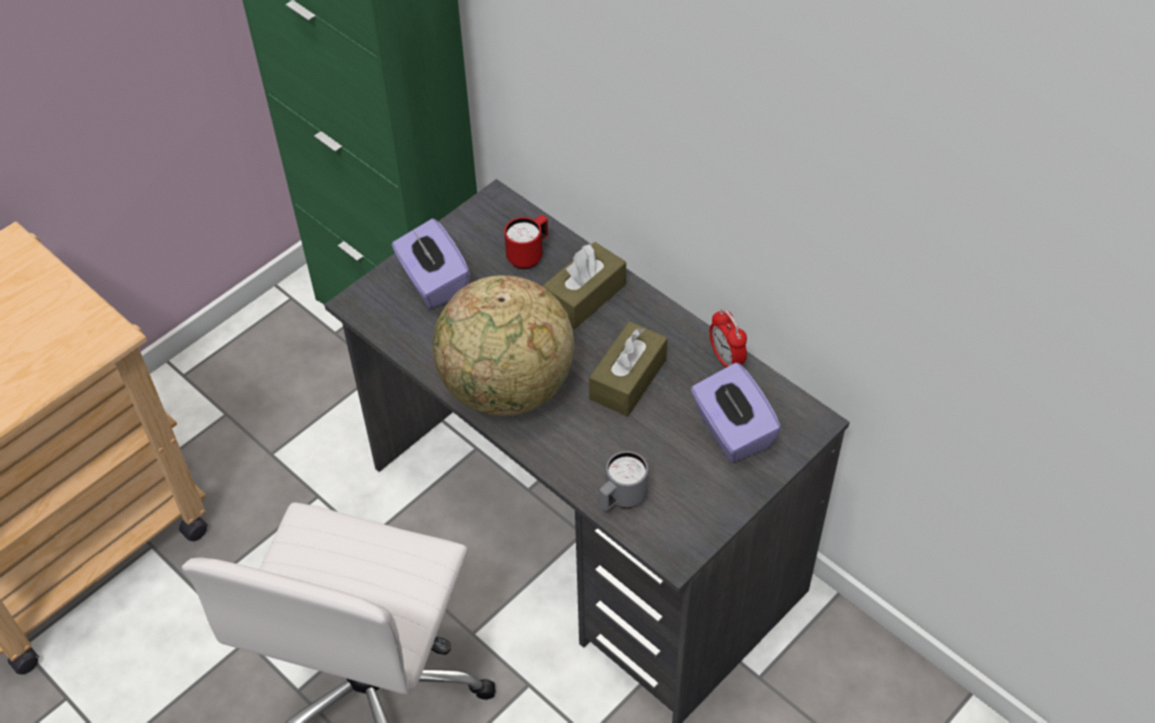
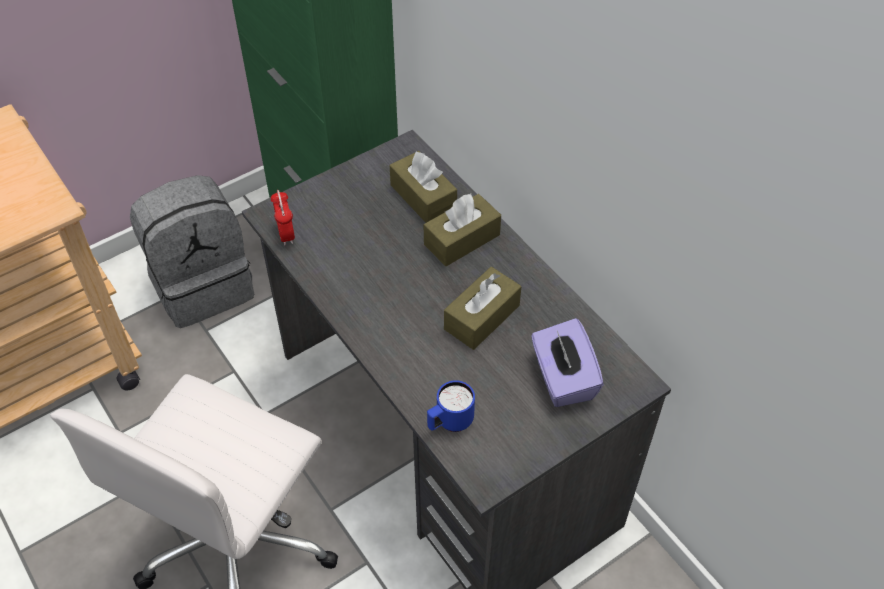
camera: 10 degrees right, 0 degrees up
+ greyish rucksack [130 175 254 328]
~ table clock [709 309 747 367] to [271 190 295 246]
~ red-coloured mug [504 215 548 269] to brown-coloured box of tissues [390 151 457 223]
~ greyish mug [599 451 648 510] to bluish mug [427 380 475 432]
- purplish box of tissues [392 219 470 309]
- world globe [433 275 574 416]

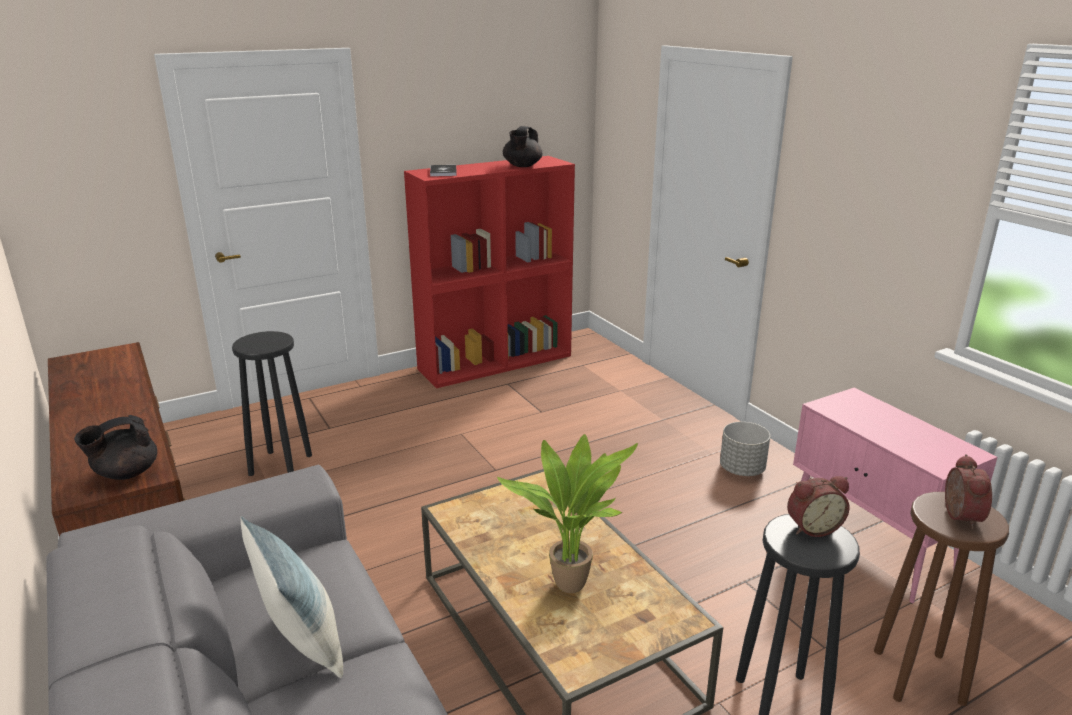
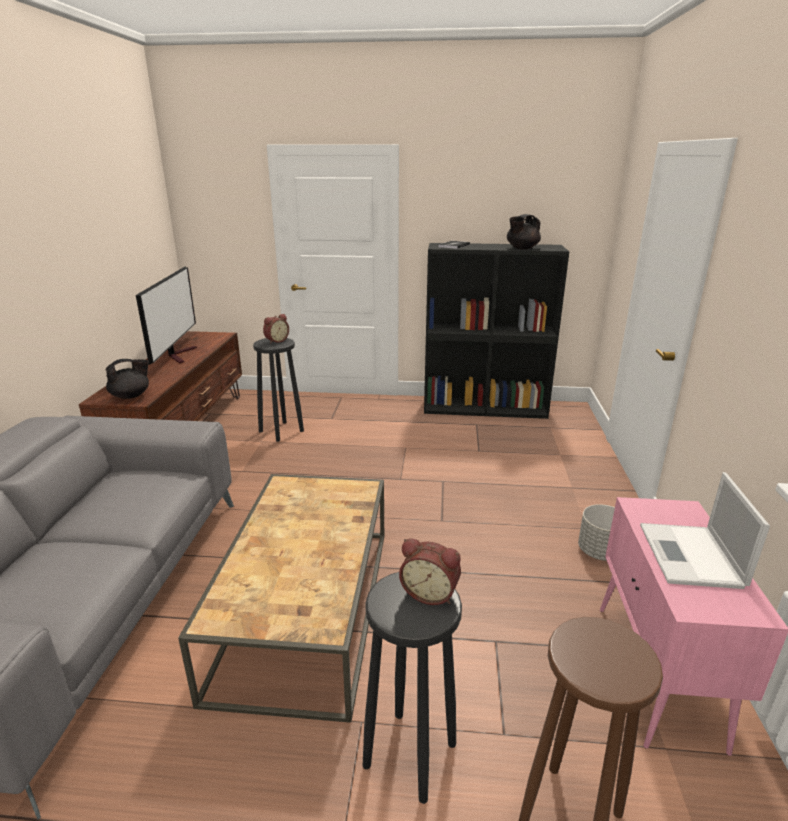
camera: 35 degrees right, 0 degrees up
~ black teapot [74 415 157 480] = [106 359 149 399] 150 degrees clockwise
+ TV [136 267 197 365]
~ table clock [945 454 992 529] to [263 314 289 344]
~ red-coloured shelving unit [404 156 575 388] to black shelving unit [424 243 569 419]
+ portable computer [640 472 770 589]
- pillow [241 516 343 678]
- plant in a pot [497 434 638 593]

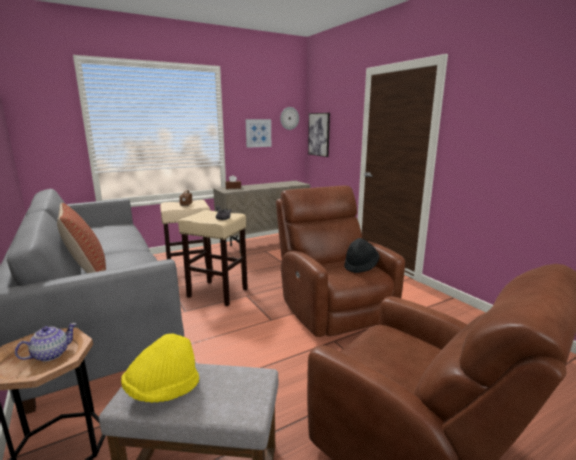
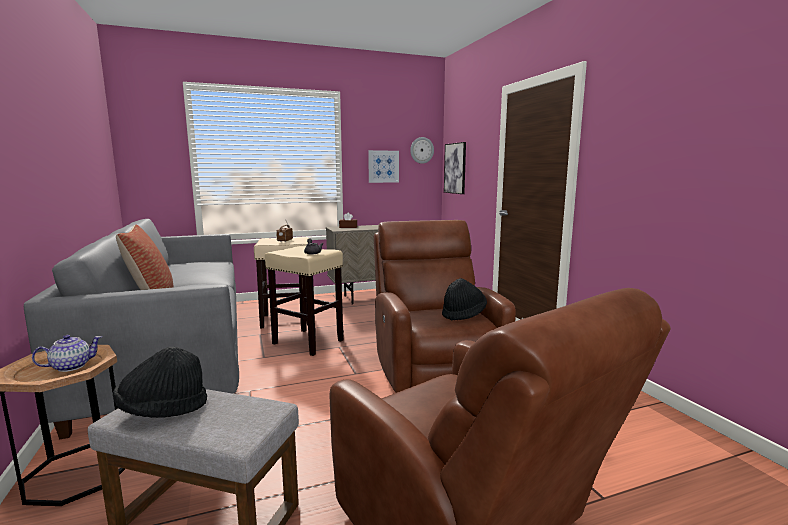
camera: 10 degrees right, 5 degrees down
~ yellowish clothing hat [121 333 199 403] to black clothing hat [113 346 207 418]

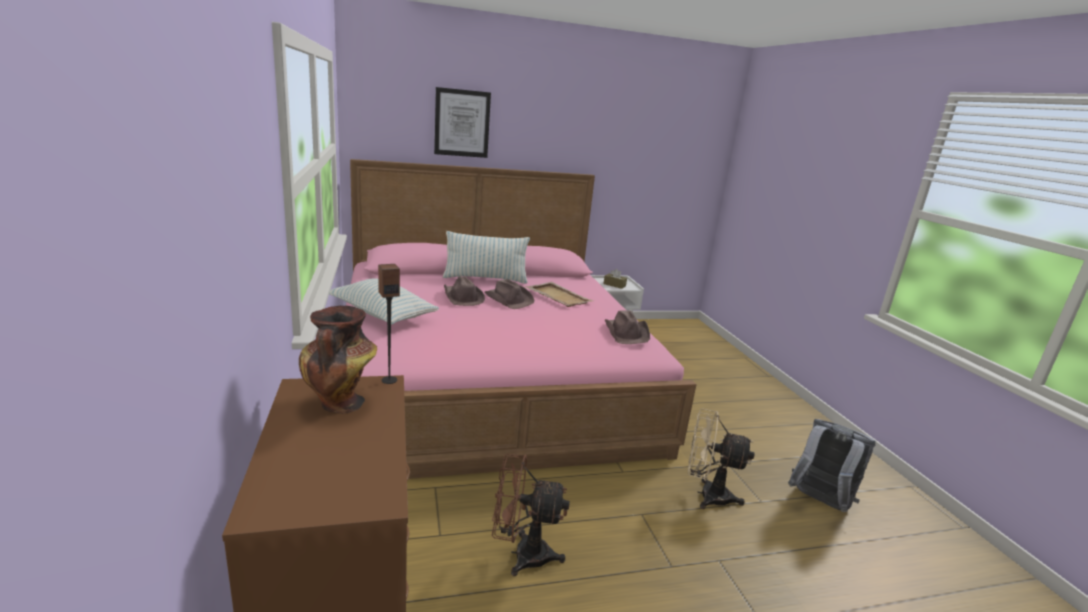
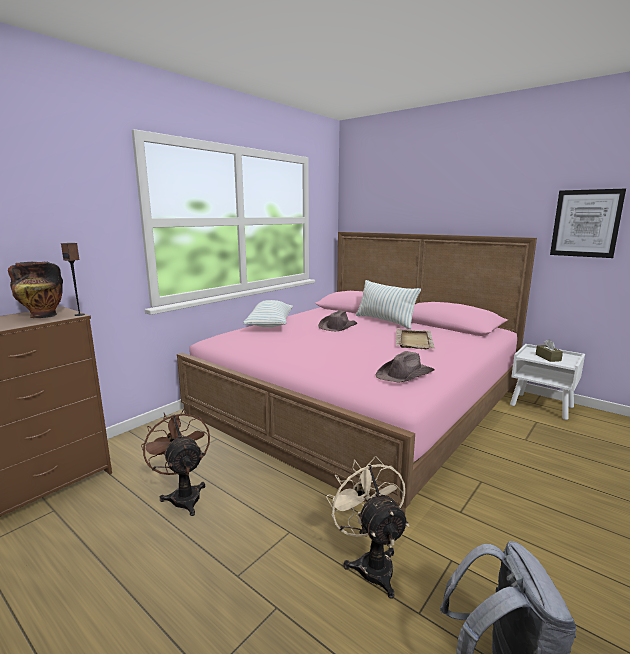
camera: 55 degrees right, 5 degrees down
~ wall picture [434 87 491 158] to [550 188 626 258]
- brown-coloured clothing hat [484 279 534 309]

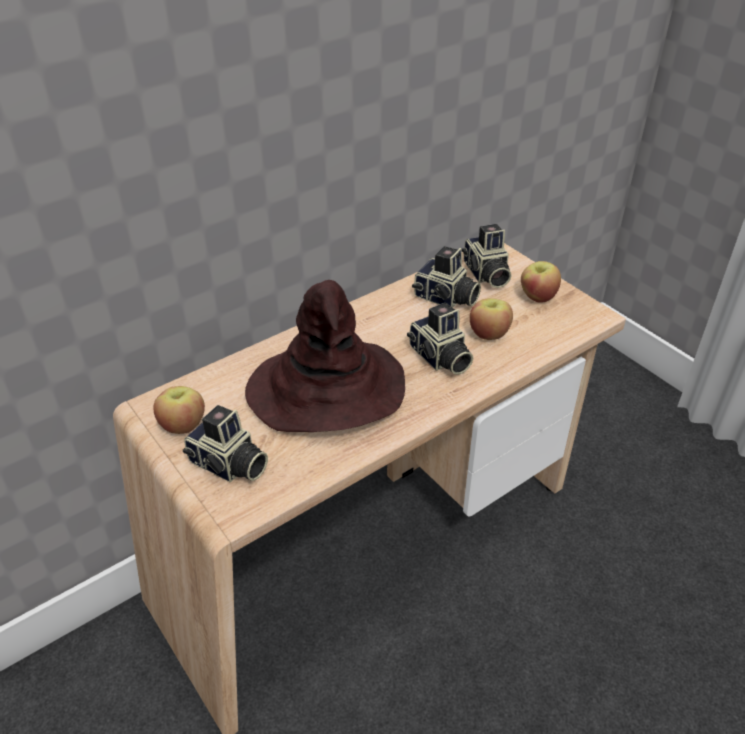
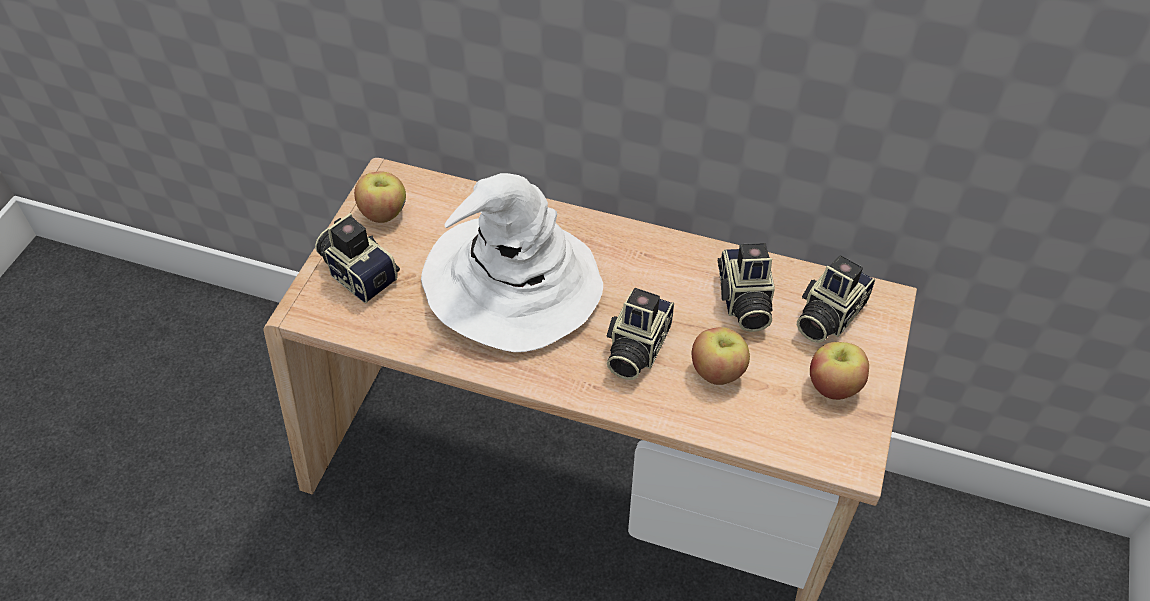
camera: 55 degrees right, 10 degrees up
~ photo camera [183 405 268 482] = [315 213 400 304] 135 degrees clockwise
~ brown-coloured clothing hat [245 280 405 432] to white-coloured clothing hat [421 173 603 352]

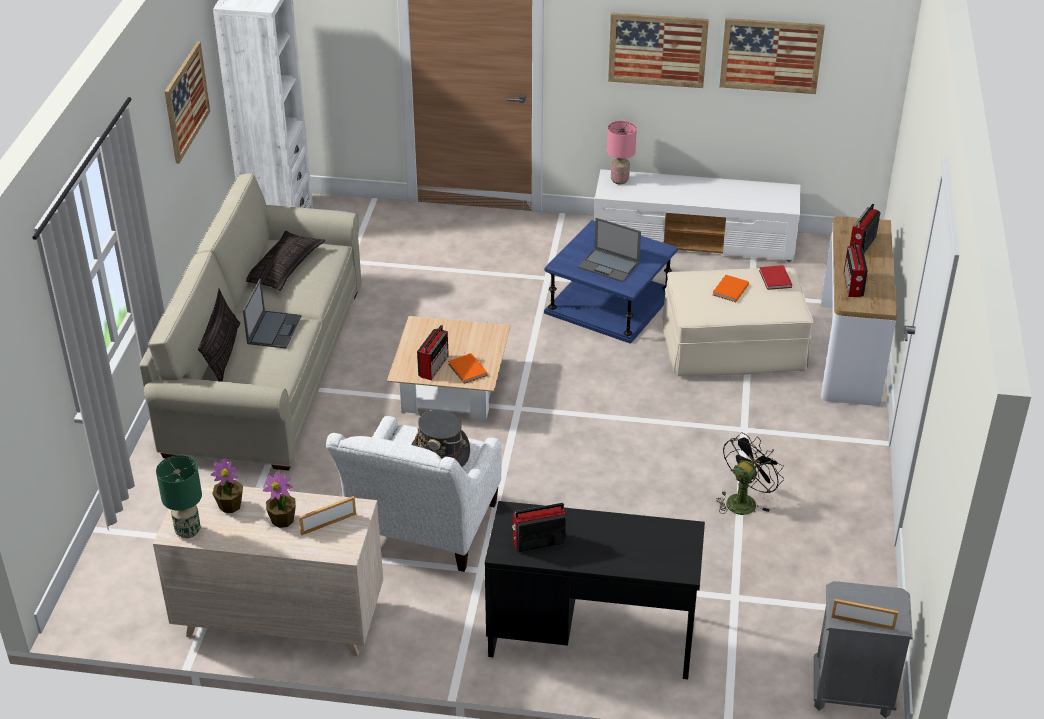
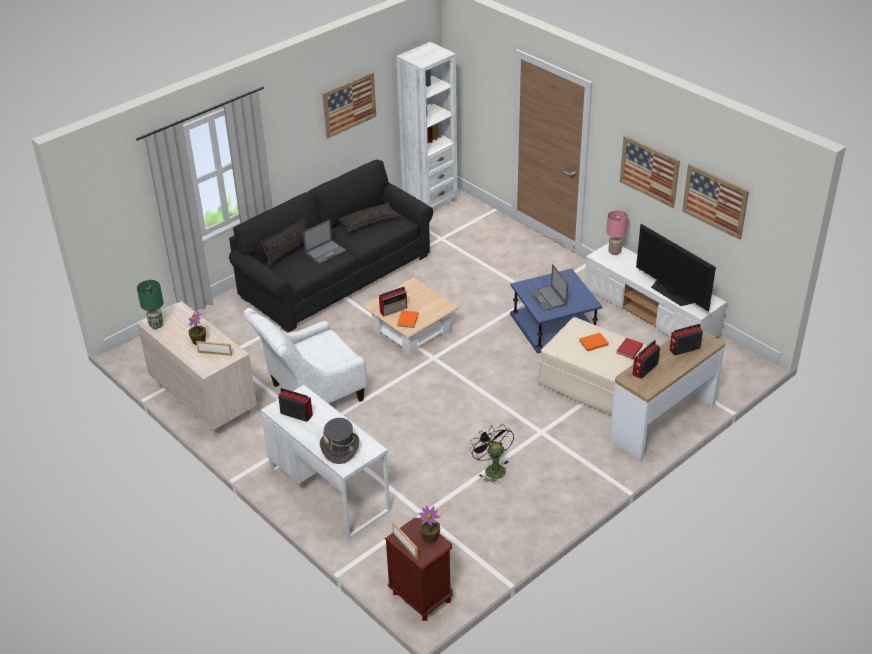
camera: 40 degrees right, 0 degrees up
~ sand-coloured settee [139 173 362 471] to black settee [229 159 433 332]
~ black desk unit [485 501 705 679] to white-coloured desk unit [261 385 390 539]
~ greyish clothing hat [411 410 470 467] to [320 418 359 464]
~ greyish nightstand [814 581 913 718] to brown-coloured nightstand [385 518 453 621]
~ plant in a pot [211 458 243 513] to [418 506 440 543]
~ black cooling fan [716 433 784 515] = [470 424 514 484] 105 degrees counterclockwise
+ TV [636 224 716 312]

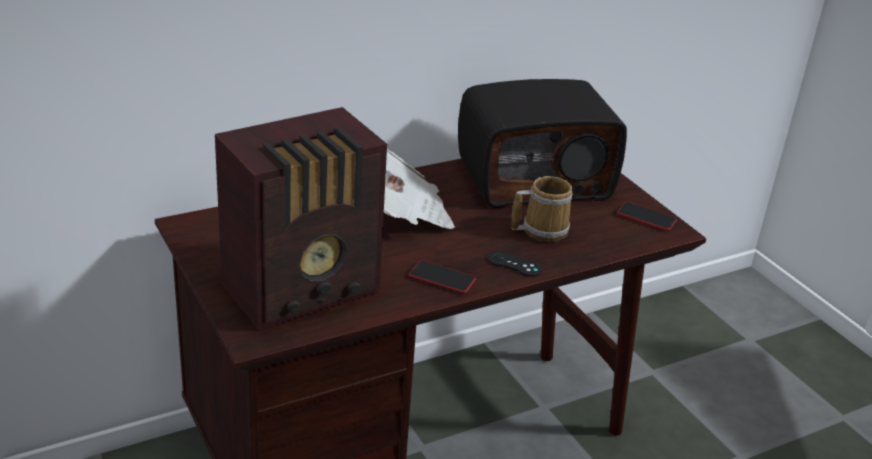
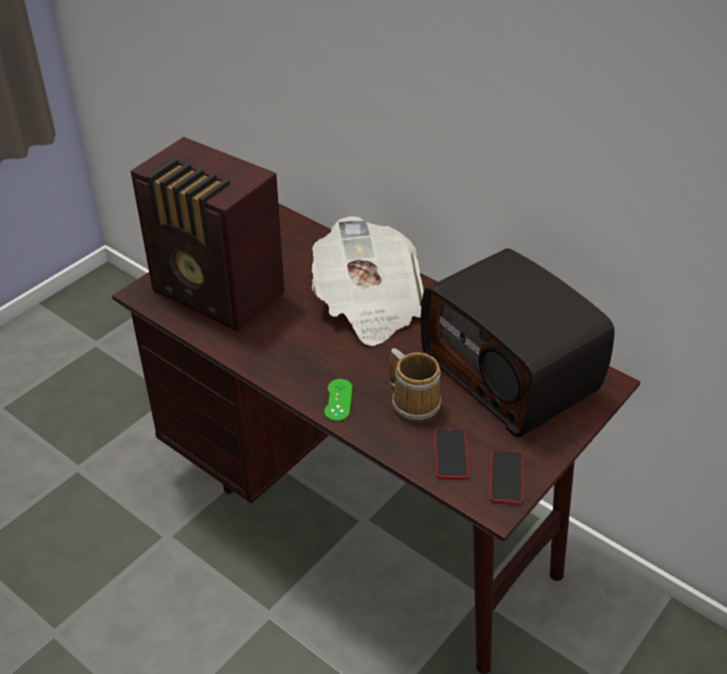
camera: 70 degrees right, 10 degrees up
~ black gamepad [488 251 542 277] to green gamepad [324 379 353 421]
~ telephone [409 260 476 294] to [434 428 469 479]

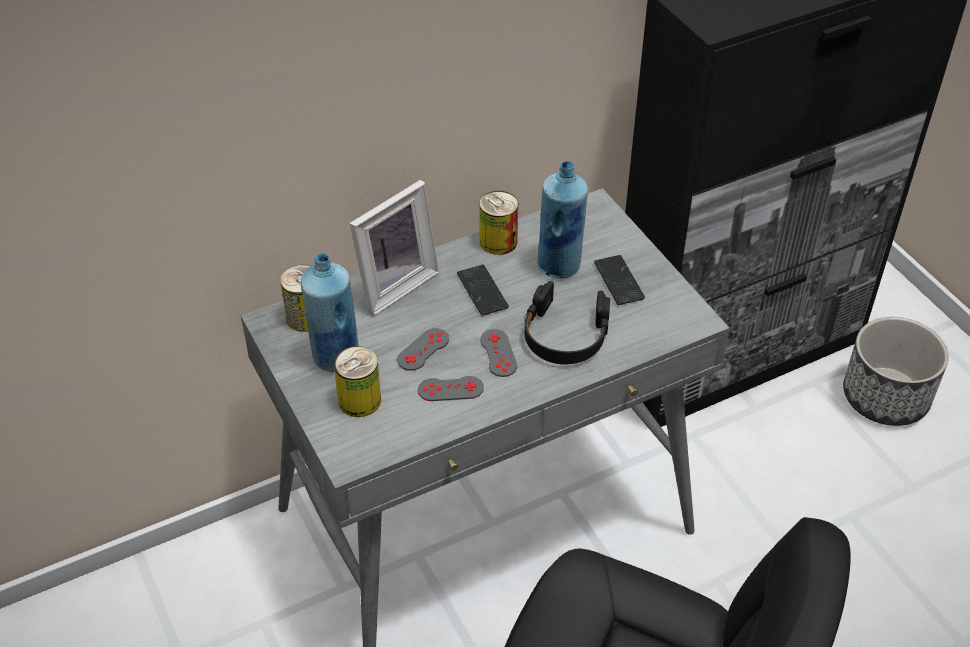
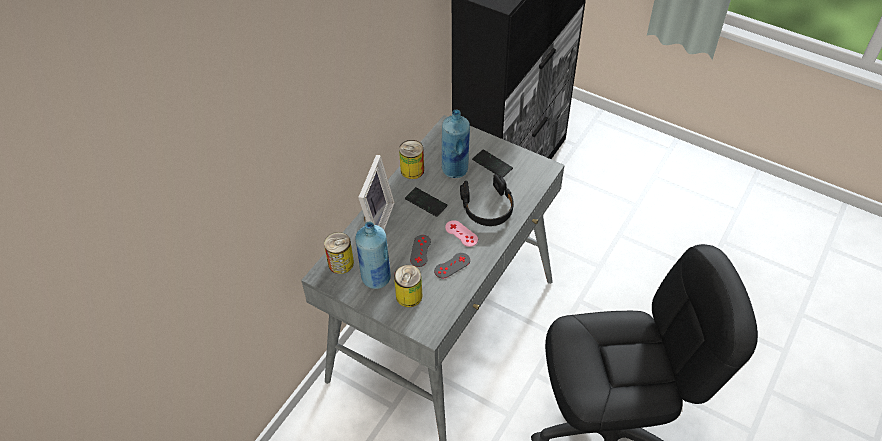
camera: 30 degrees left, 5 degrees up
~ greyish gamepad [480 329 517 377] to pink gamepad [445 220 478 247]
- planter [843 317 949 426]

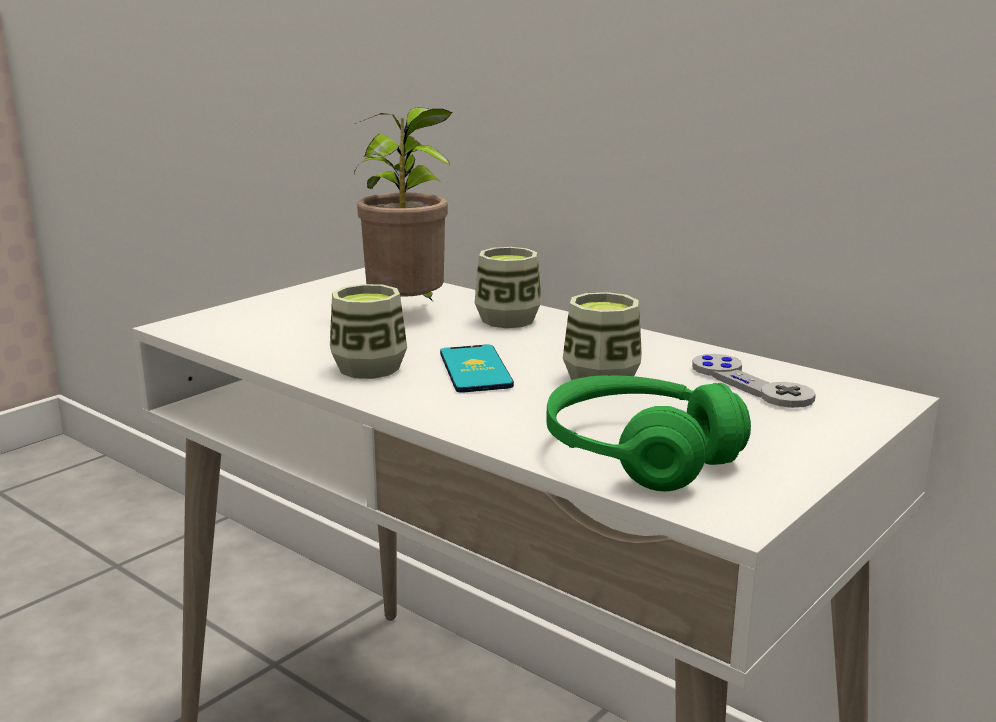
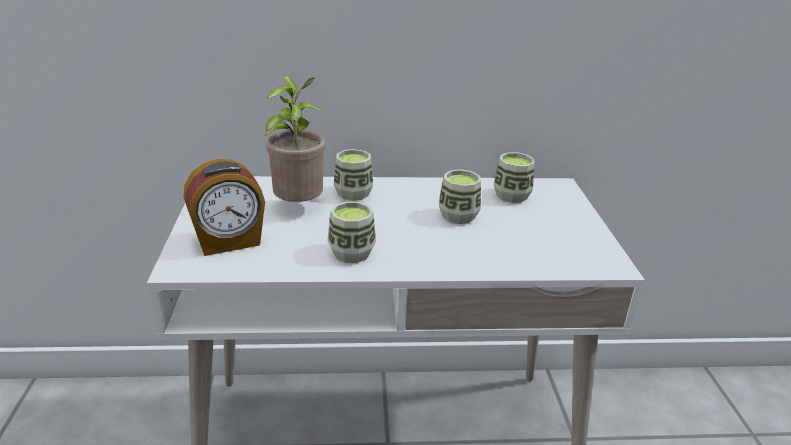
camera: 45 degrees left, 10 degrees up
+ table clock [183 159 265 256]
~ greyish gamepad [692 354 816 408] to cup [494 152 534 203]
- telephone [440 344 514 393]
- green headphones [546 375 751 491]

